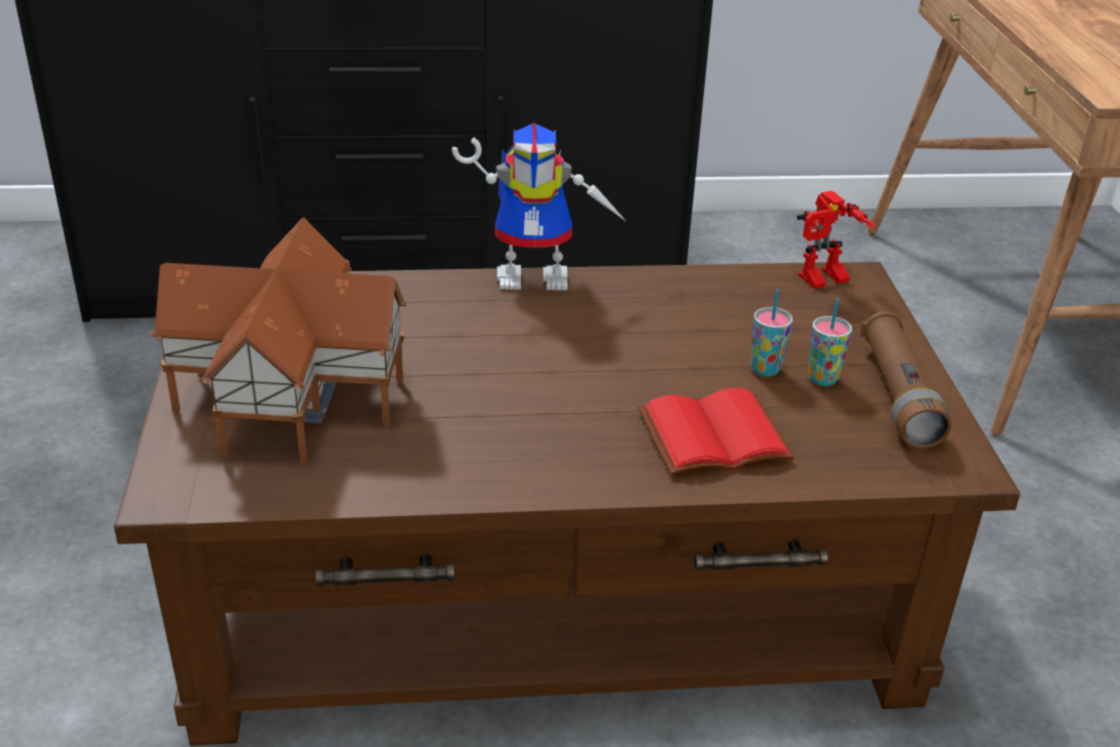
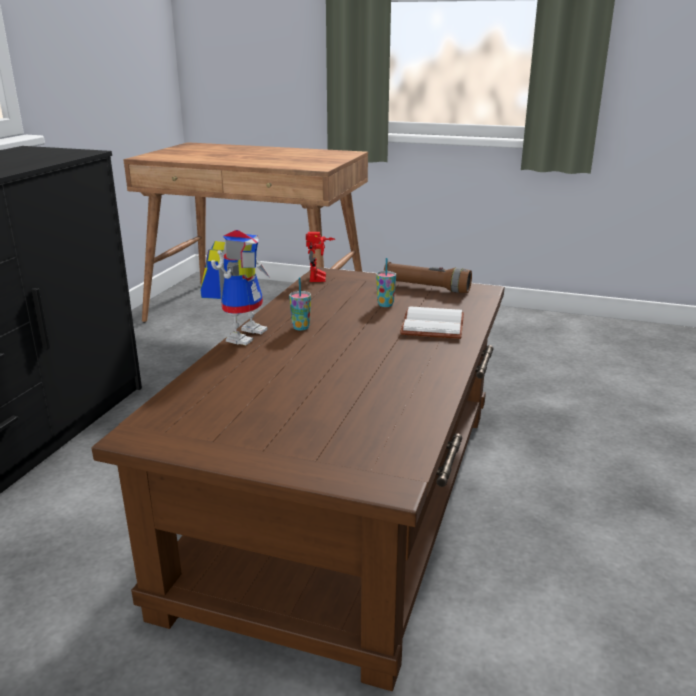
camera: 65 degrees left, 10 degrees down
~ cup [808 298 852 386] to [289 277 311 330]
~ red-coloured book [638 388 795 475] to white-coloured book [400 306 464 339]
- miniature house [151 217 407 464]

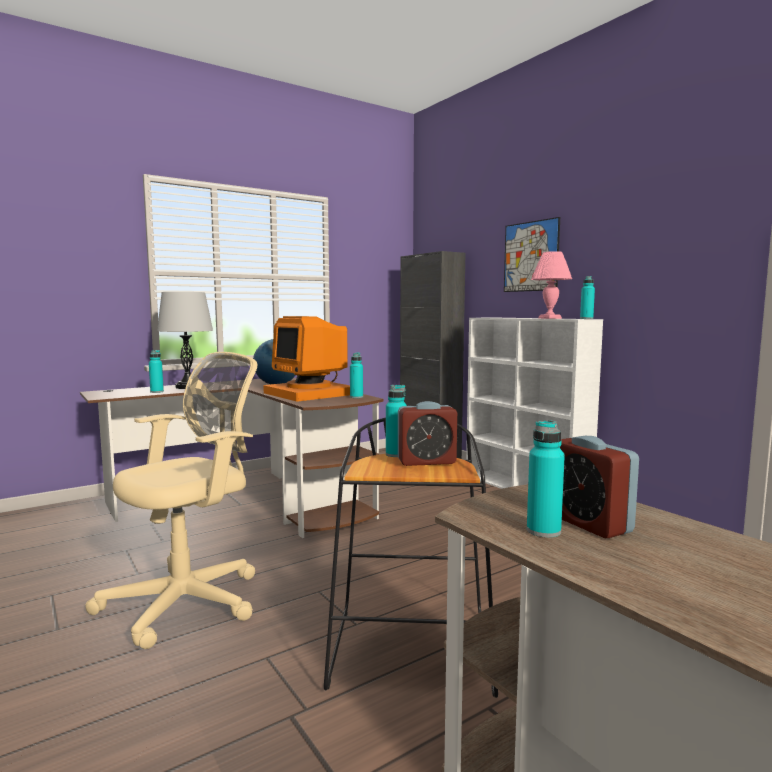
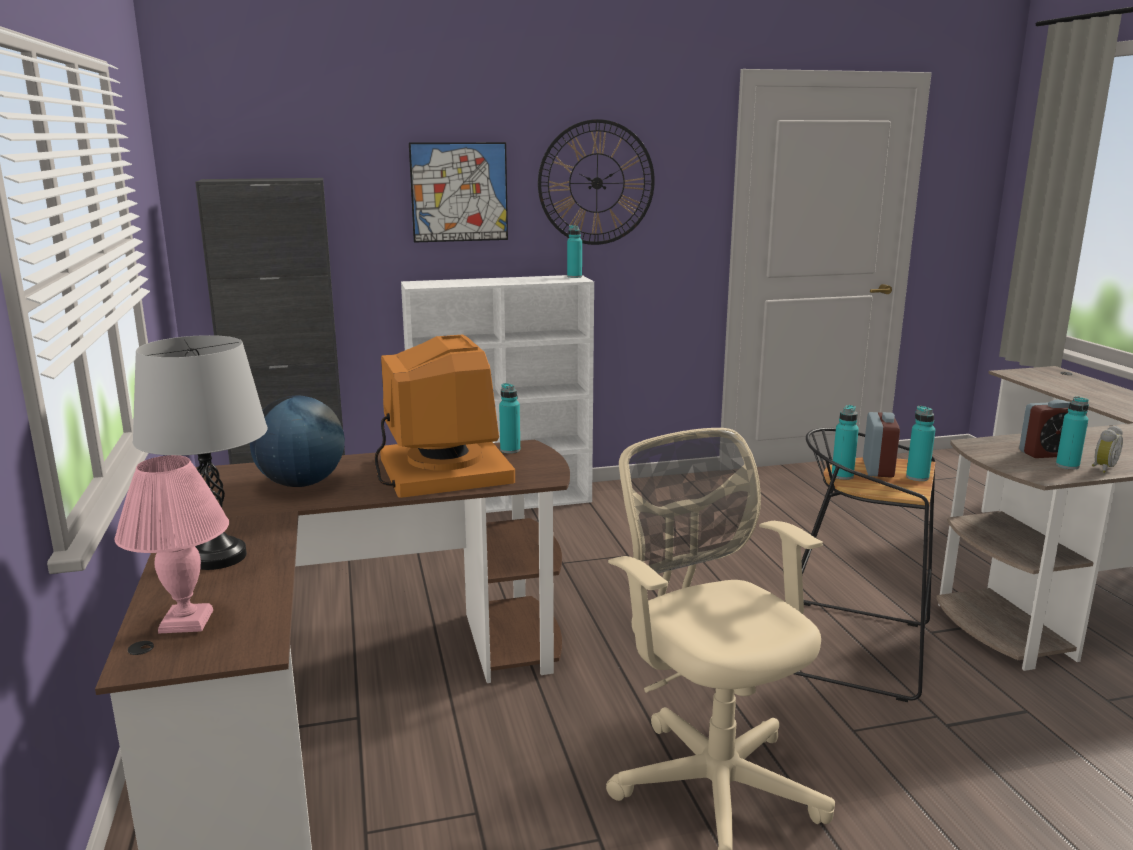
camera: 70 degrees left, 10 degrees up
~ pink tabletop lamp [531 251 572 319] to [114 455 229 634]
~ computer display [263 316 350 401] = [375 335 515 498] 90 degrees counterclockwise
+ hanging clock [538 119 655 245]
~ turquoise-coloured beverage bottle [149 350 164 393] to [906 406 936 481]
+ table clock [1092 426 1123 473]

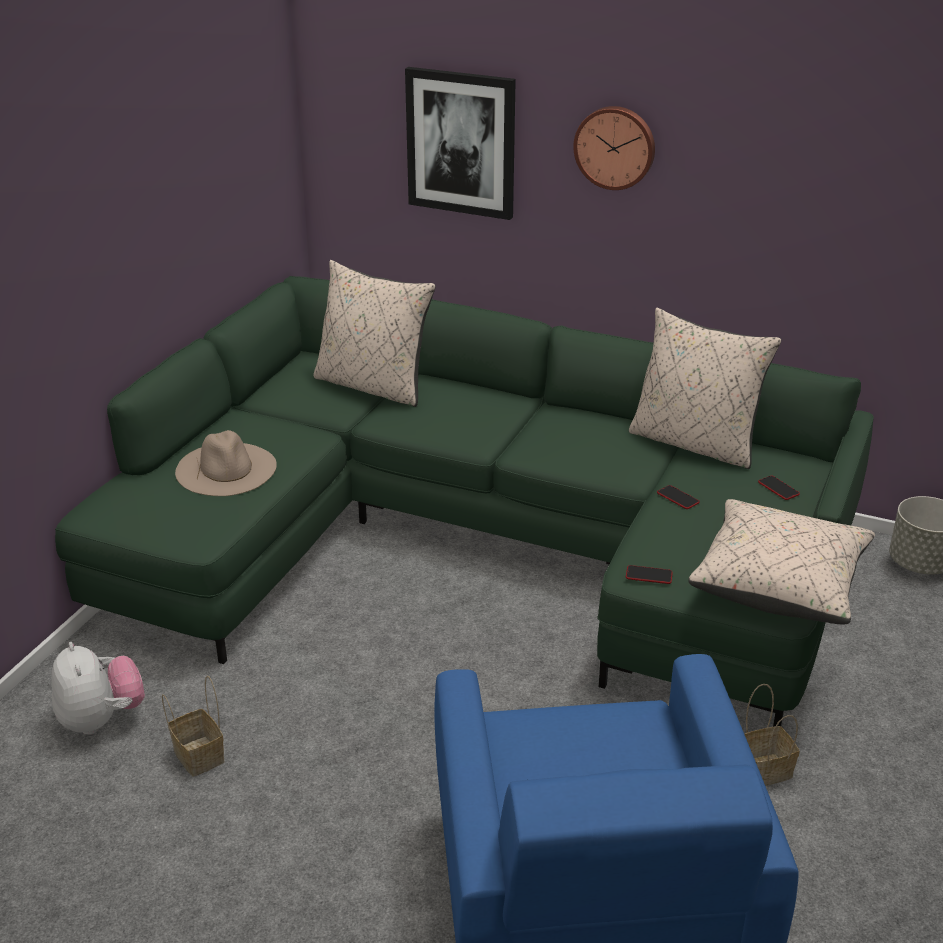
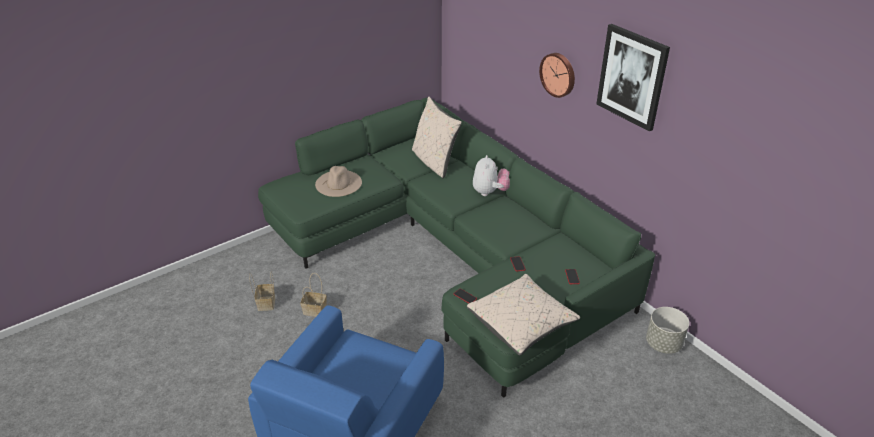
camera: 30 degrees right, 5 degrees up
~ household basket [744 684 800 786] to [300 273 327 317]
~ soft toy [51 642 145 735] to [473 155 510 196]
~ wall picture [405 67 516 220] to [596 24 670 131]
- sand-coloured pillow [629 308 781 469]

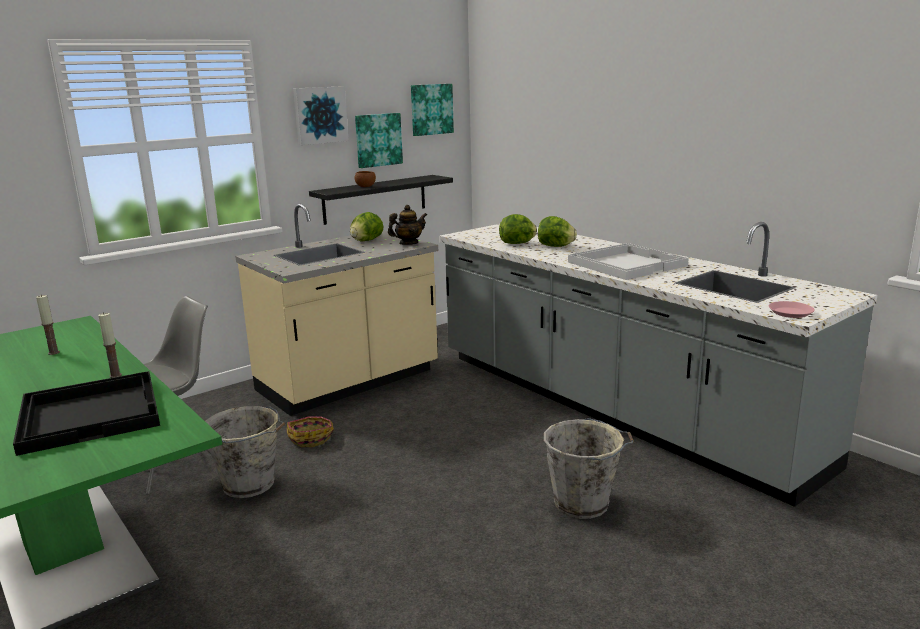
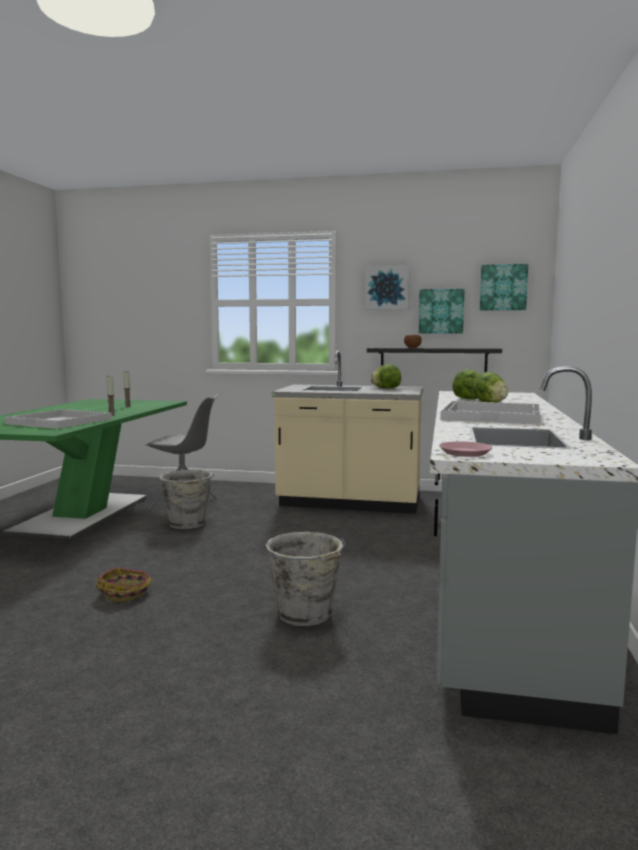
camera: 50 degrees right, 10 degrees down
~ black carrying tray [13 371 160 456] to white-coloured carrying tray [4 409 112 429]
~ household basket [287 417 334 447] to [96 567 153 602]
- teapot [388 205 427 245]

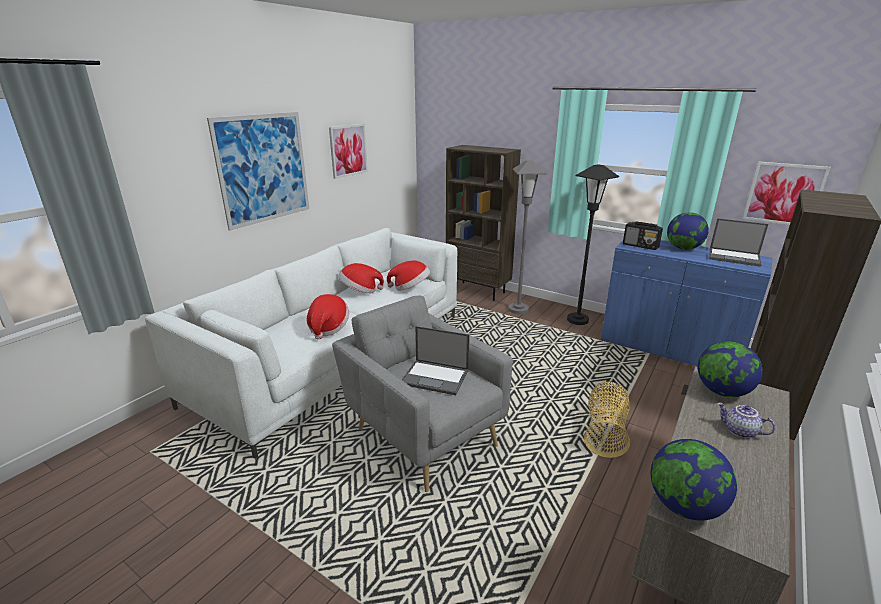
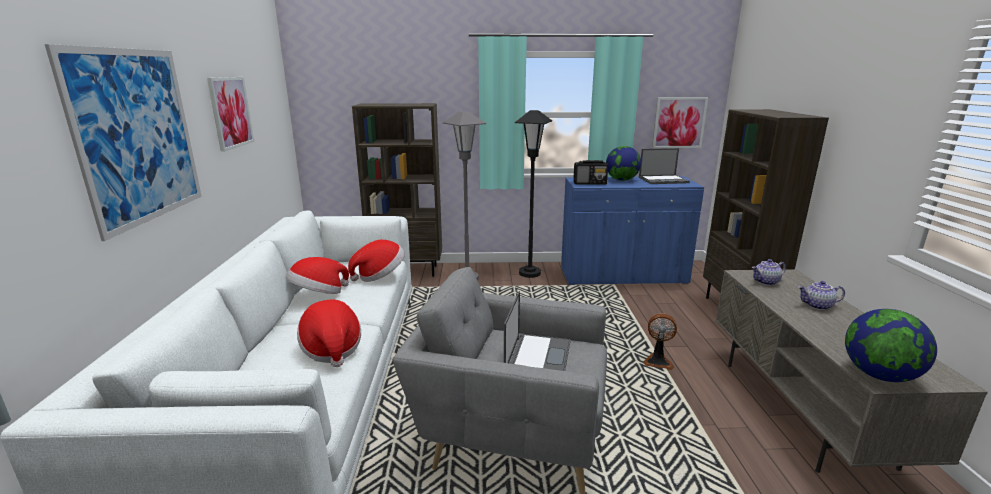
camera: 35 degrees left, 5 degrees down
~ portable computer [402 326 470 395] = [504 291 571 371] 60 degrees counterclockwise
~ household basket [584 382 630 458] to cooling fan [643 313 677 370]
~ world globe [698 341 763 397] to teapot [752 259 786 286]

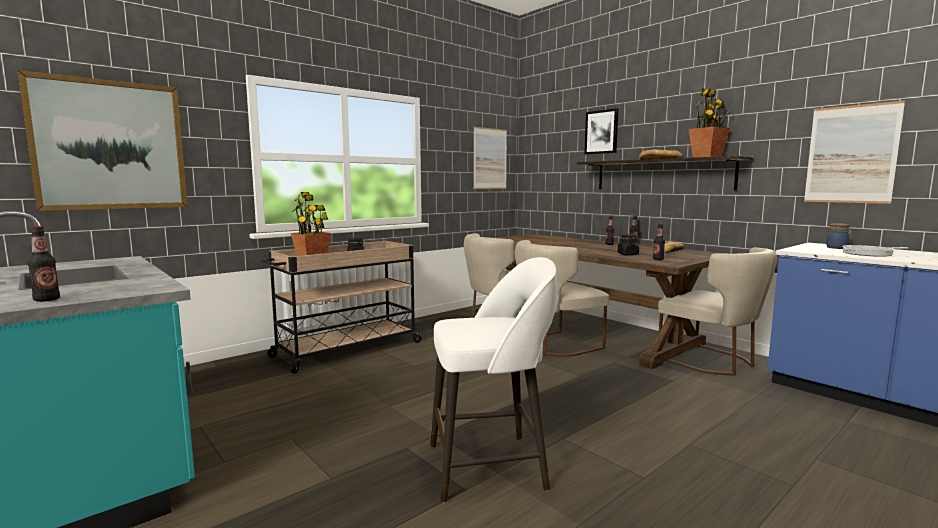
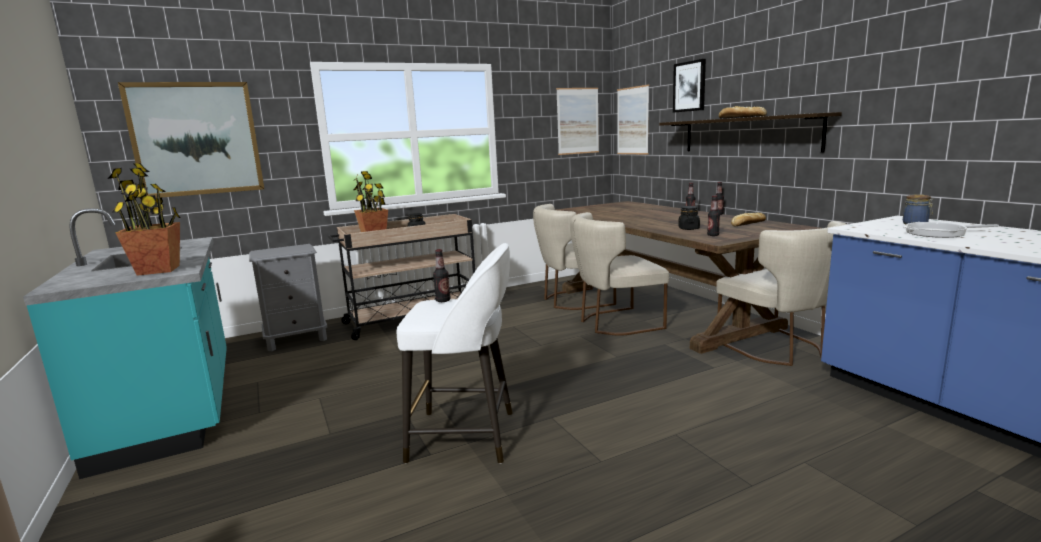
camera: 15 degrees right, 5 degrees up
~ plant in a pot [688 88 730 157] to [108 163 180 276]
+ greyish nightstand [249 244 327 351]
~ beverage bottle [28 226 60 302] to [433 249 450 302]
~ wall picture [804 101 905 204] to [617 85 649 155]

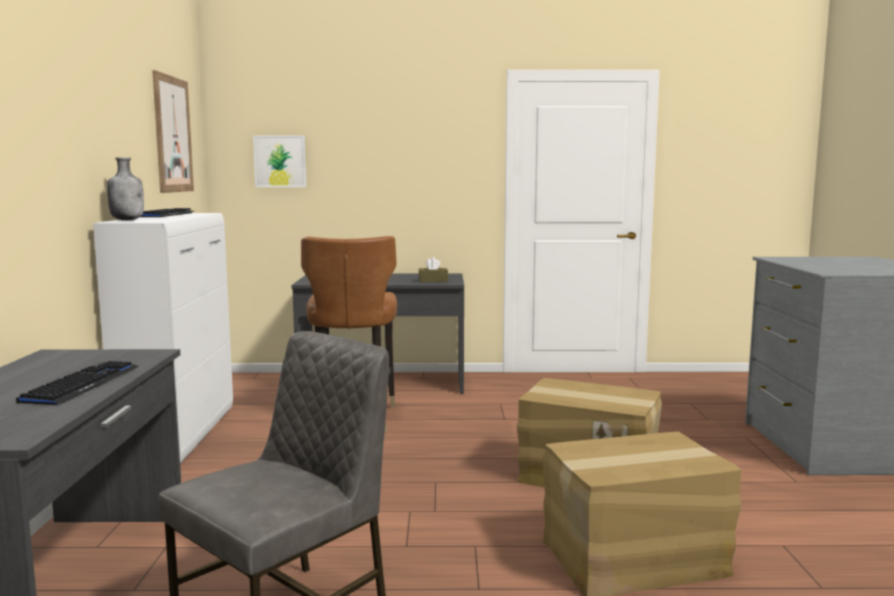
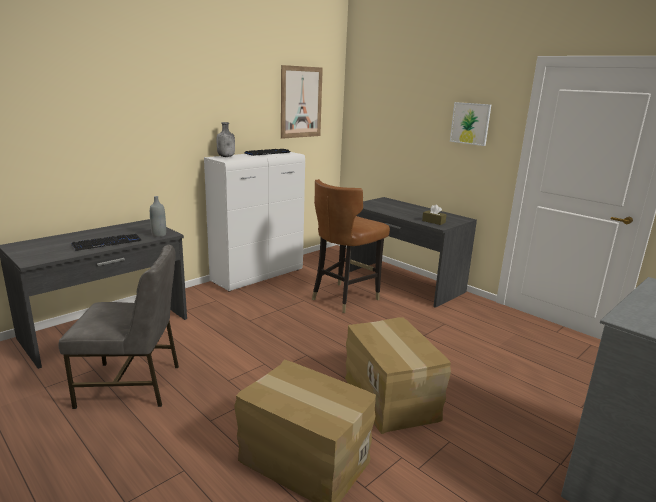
camera: 45 degrees right, 10 degrees up
+ greyish beverage bottle [150 196 166 237]
~ wall picture [253 136 306 187] to [450 102 491 146]

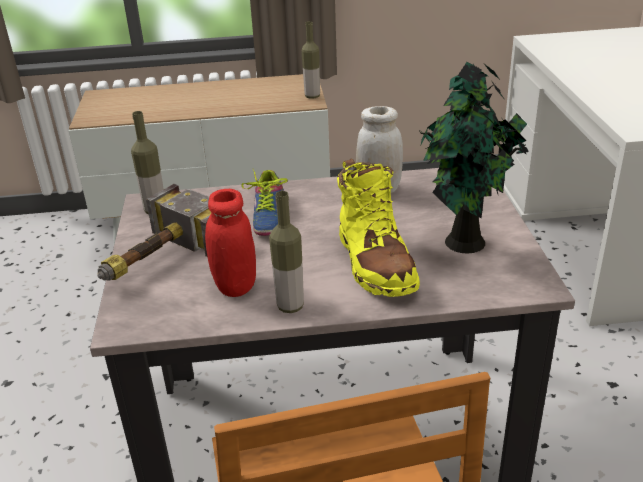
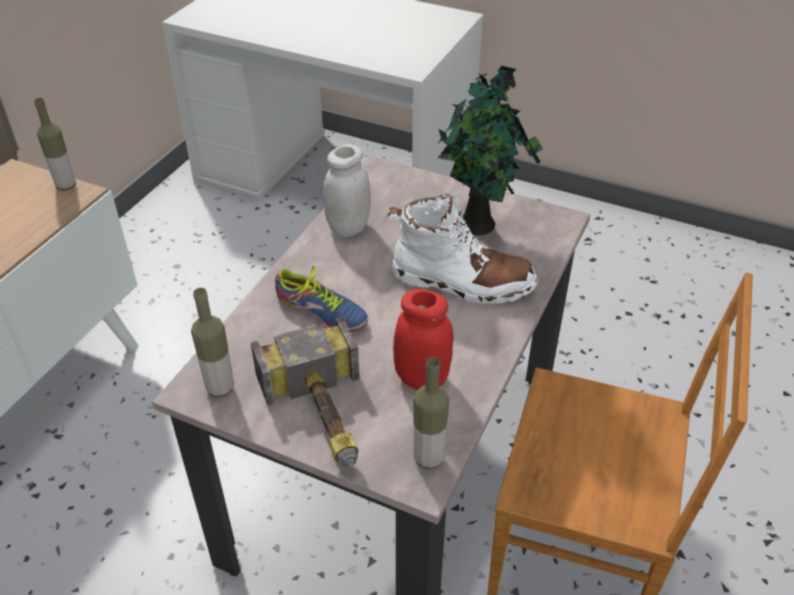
camera: 60 degrees left, 10 degrees up
~ yellowish tall boot [337 158 420 297] to white-coloured tall boot [387 194 538 304]
~ beverage bottle [269 191 304 313] to [413 357 449 470]

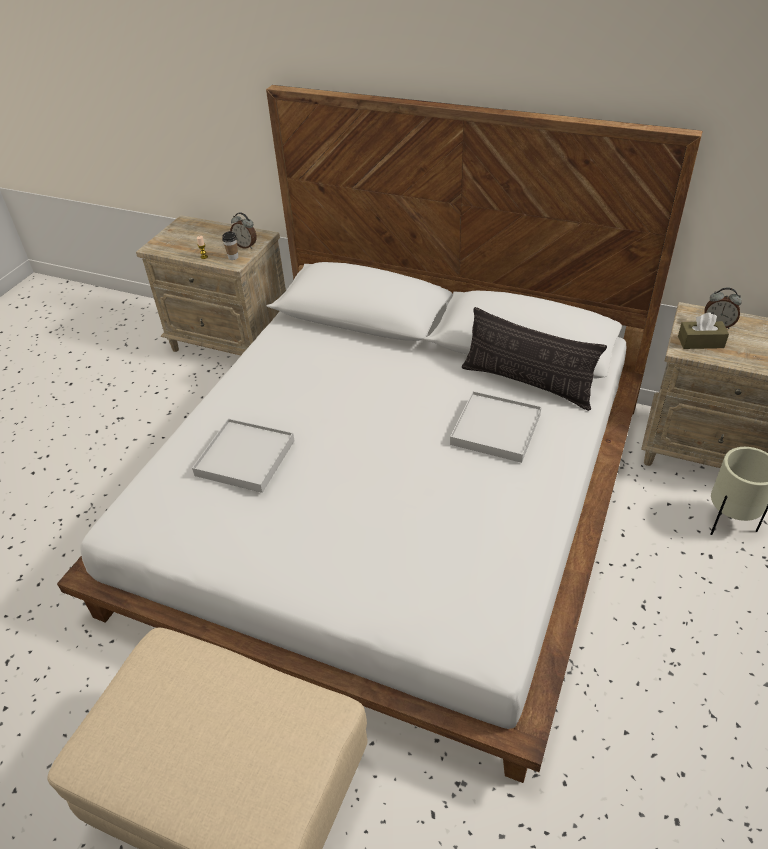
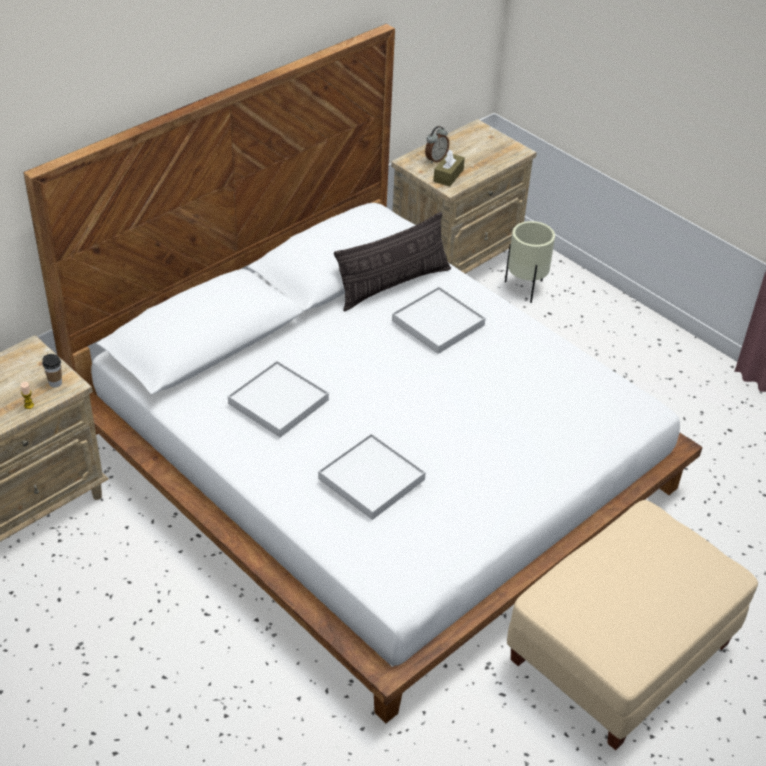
camera: 70 degrees left, 0 degrees up
+ white-coloured carrying tray [228 361 329 437]
- table clock [230 212 257 249]

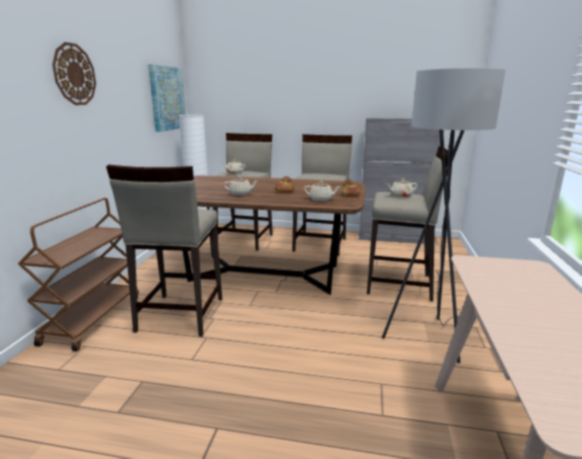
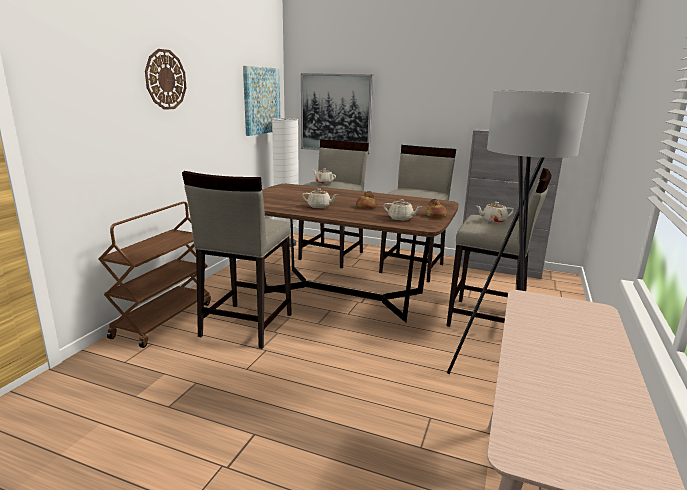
camera: 10 degrees right, 0 degrees up
+ wall picture [301 73 373 154]

